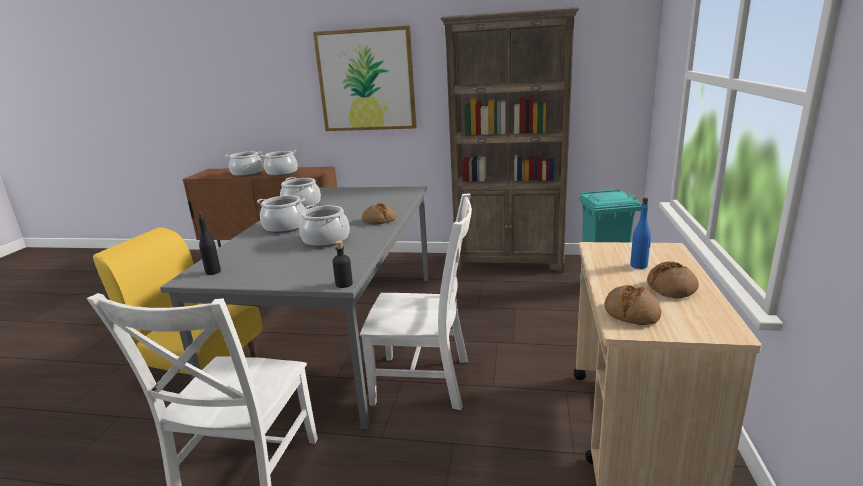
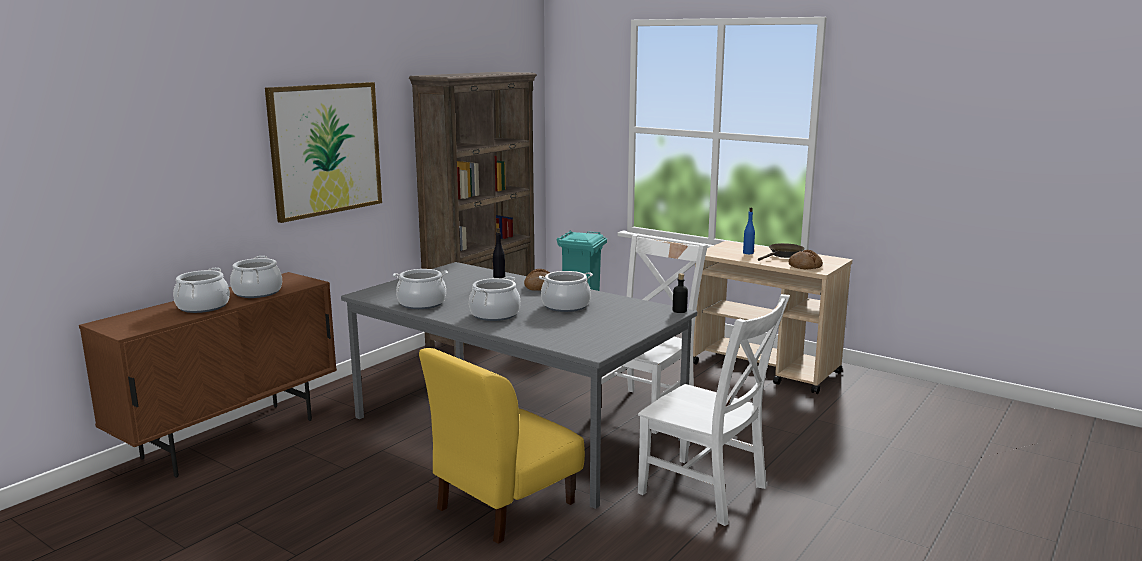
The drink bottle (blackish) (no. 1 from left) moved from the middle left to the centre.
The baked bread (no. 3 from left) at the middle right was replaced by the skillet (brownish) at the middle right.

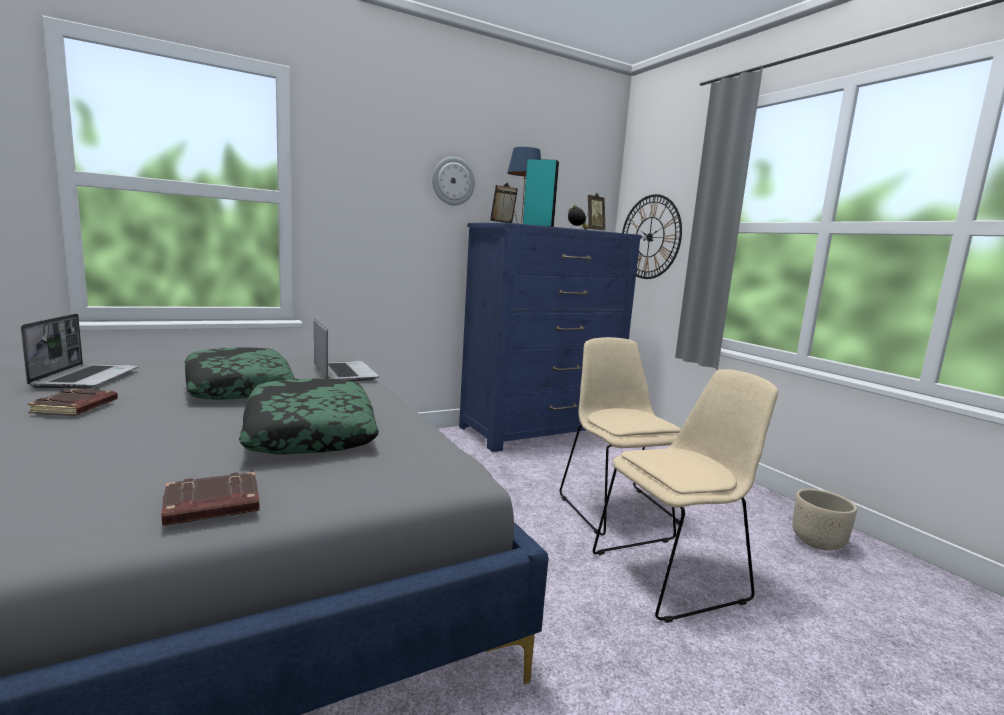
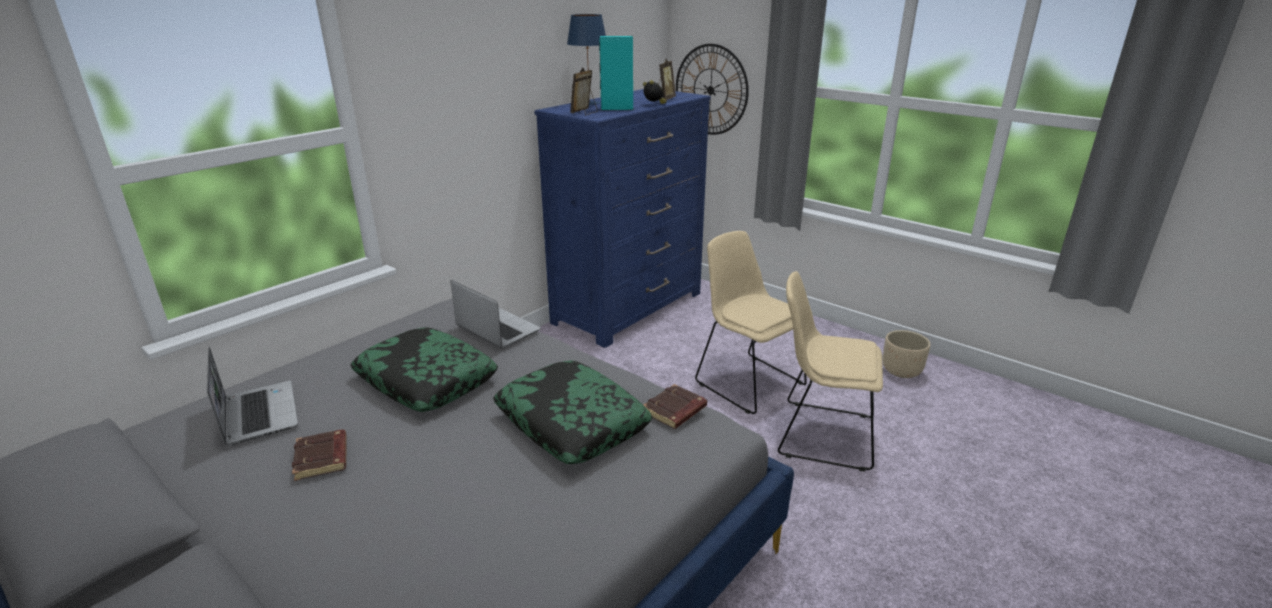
The hanging clock (no. 1 from left) at the top centre disappeared.
The bound book (brownish) (no. 2 from left) moved from the bottom left to the bottom centre.
The upright chair (beige-coloured) (no. 2 from left) at the bottom right turned 120 degrees counterclockwise.

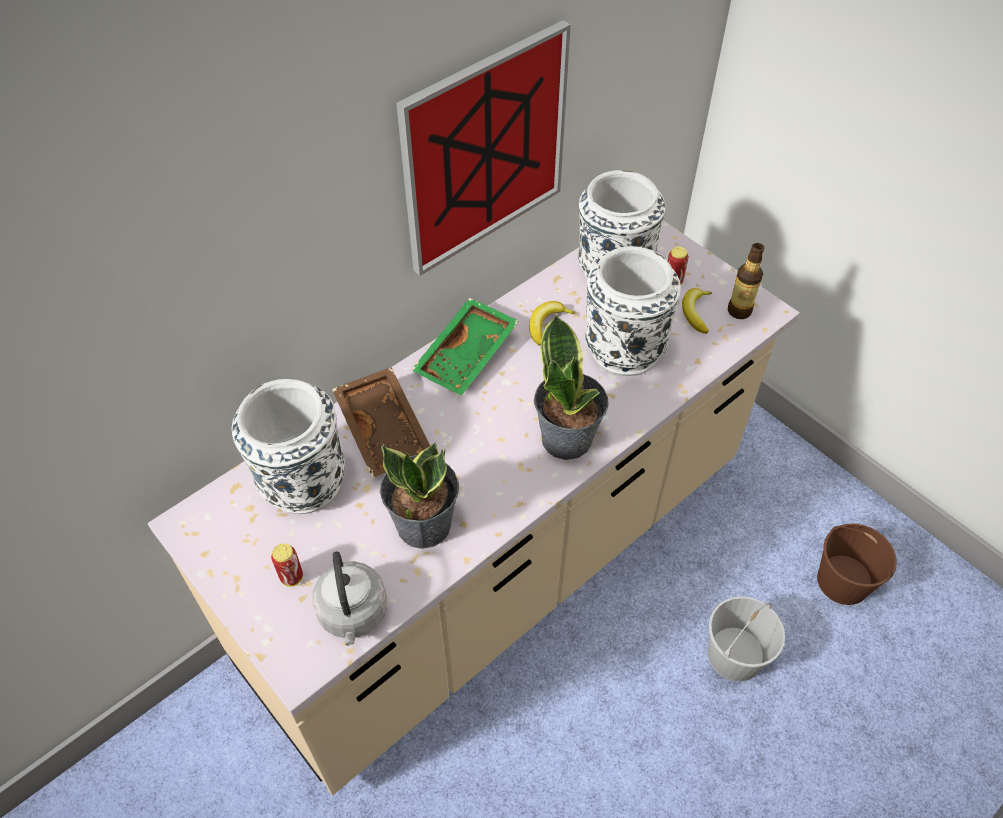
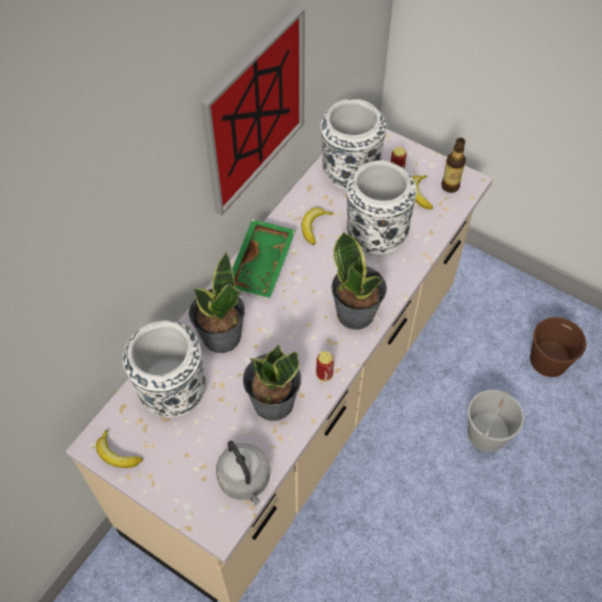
The banana fruit (no. 1 from left) at the bottom left appeared.
The can (no. 1 from left) moved from the bottom left to the centre.
The serving tray (brownish) at the centre was replaced by the houseplant (no. 1 from left) at the centre.

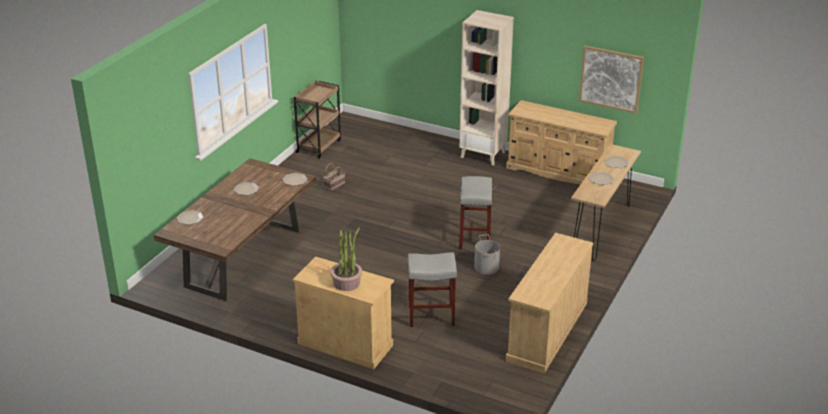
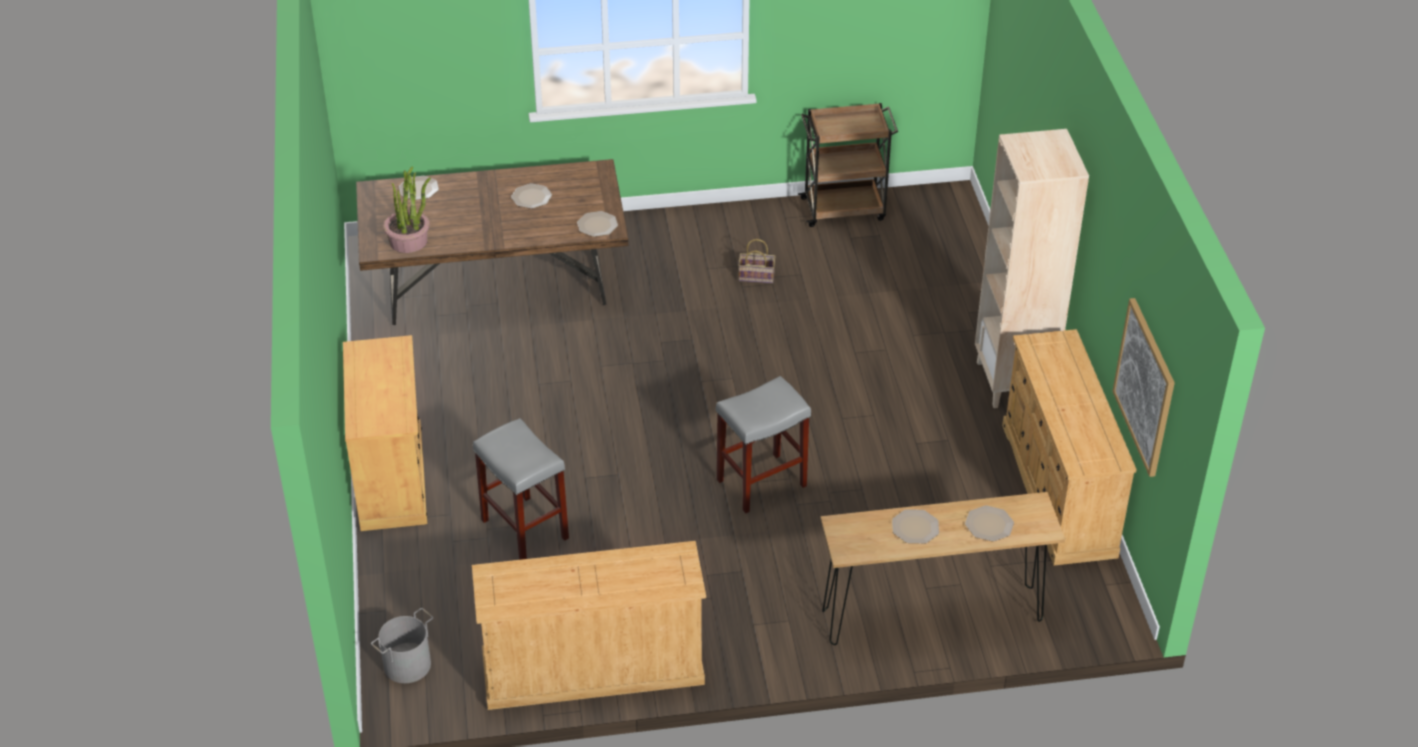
The houseplant moved from the centre to the top left.
The water bucket (greyish) moved from the centre to the bottom left.

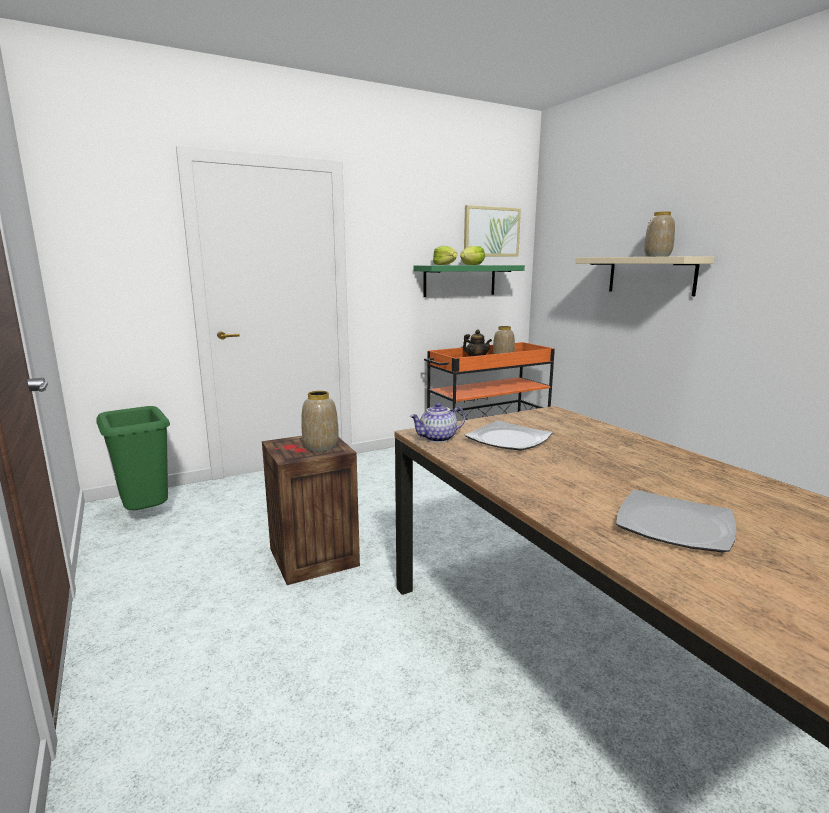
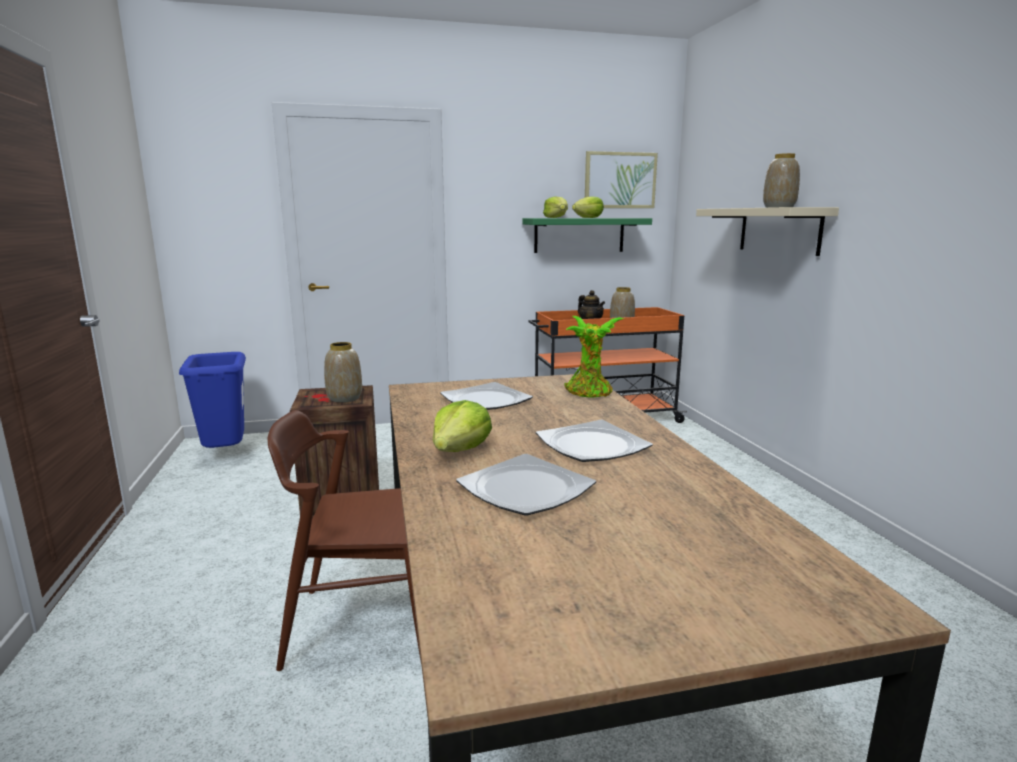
The teapot (no. 1 from left) at the centre disappeared.
The upright chair (brownish) at the bottom centre appeared.
The lettuce head (no. 1 from left) at the centre appeared.
The plate (no. 3 from left) at the centre appeared.
The houseplant at the centre appeared.
The trash can (greenish) at the middle left became the trash can (blue-coloured) at the middle left.

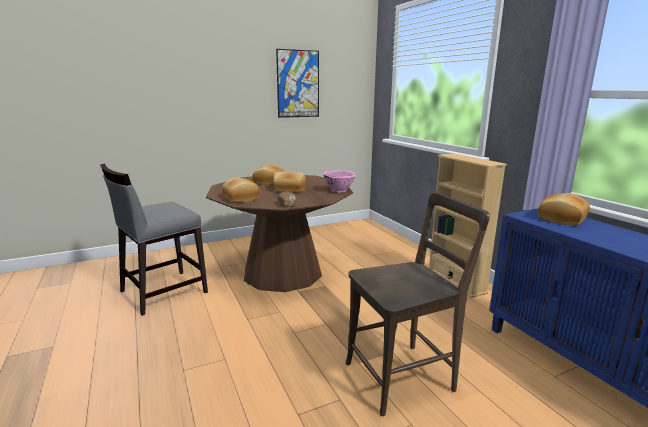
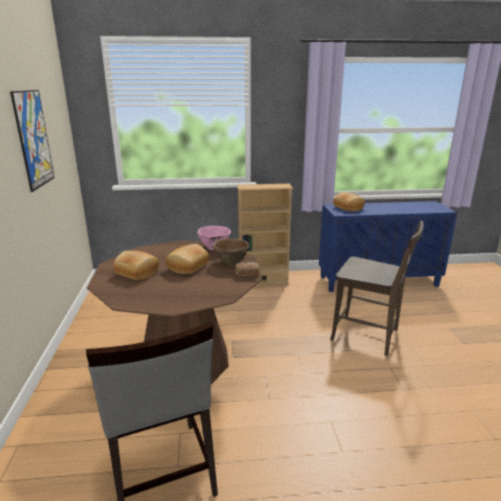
The baked bread (no. 1 from left) at the centre disappeared.
The deep dish (brownish) at the centre appeared.
The upright chair (brownish) at the bottom centre turned 120 degrees clockwise.

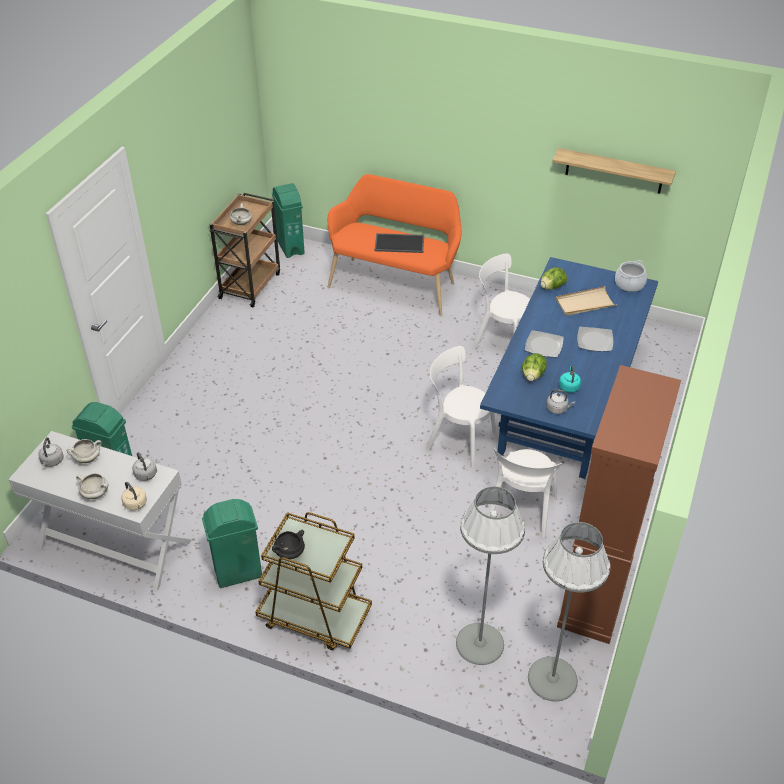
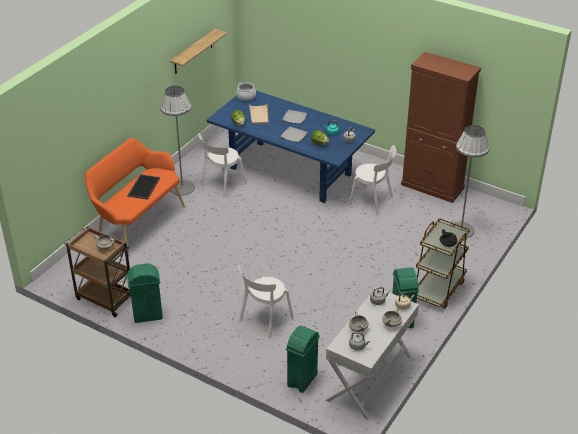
The trash can (greenish) (no. 3 from left in the first image) moved from the top centre to the bottom left.
The upright chair (whitish) (no. 1 from left in the first image) moved from the centre to the bottom centre.
The standard lamp (greyish) (no. 2 from left in the first image) moved from the bottom right to the top left.

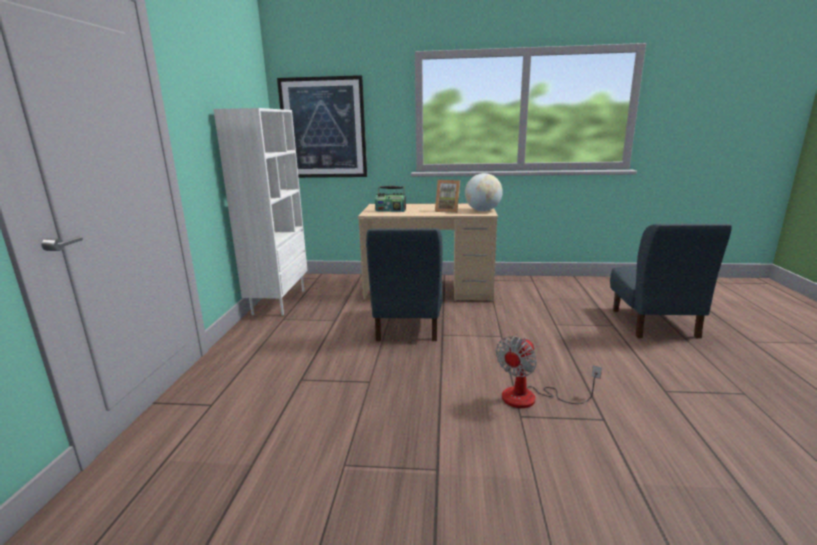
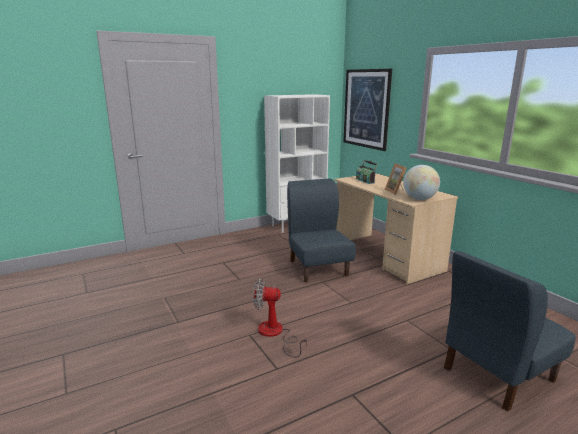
The upright chair (blue-coloured) (no. 1 from left) at the centre turned 105 degrees clockwise.

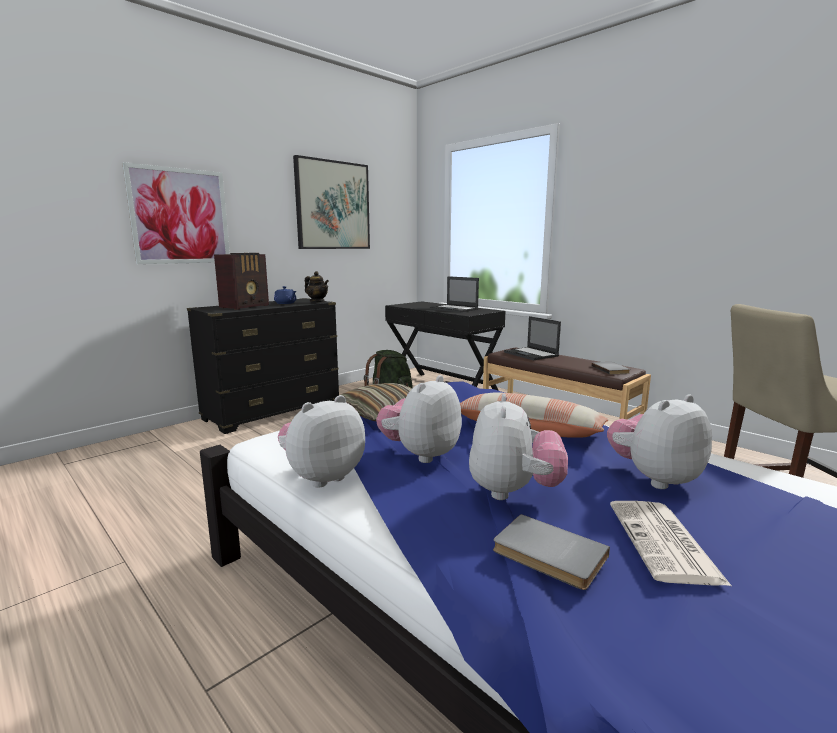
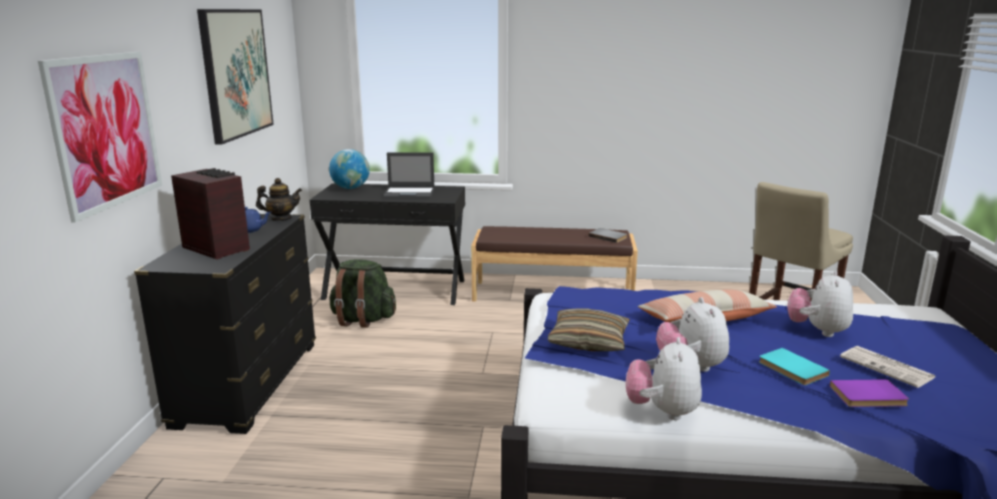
The portable computer (no. 2 from left) at the centre disappeared.
The world globe at the centre appeared.
The soft toy (no. 3 from left) at the centre was replaced by the bound book (turquoise-coloured) at the bottom right.
The bound book (greyish) (no. 1 from left) at the bottom centre became the bound book (purplish) at the bottom right.
The radio receiver at the middle left turned 45 degrees counterclockwise.

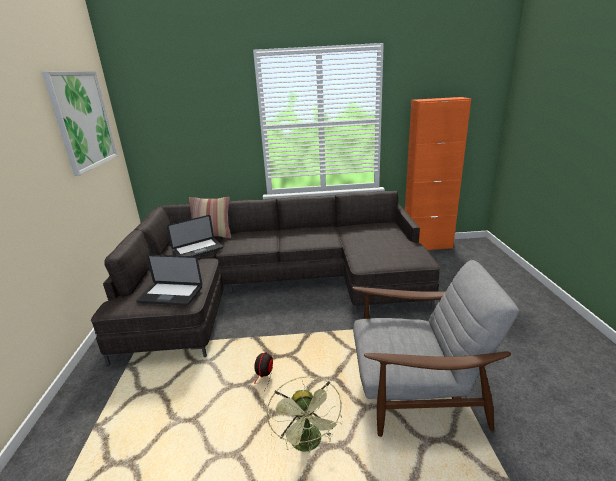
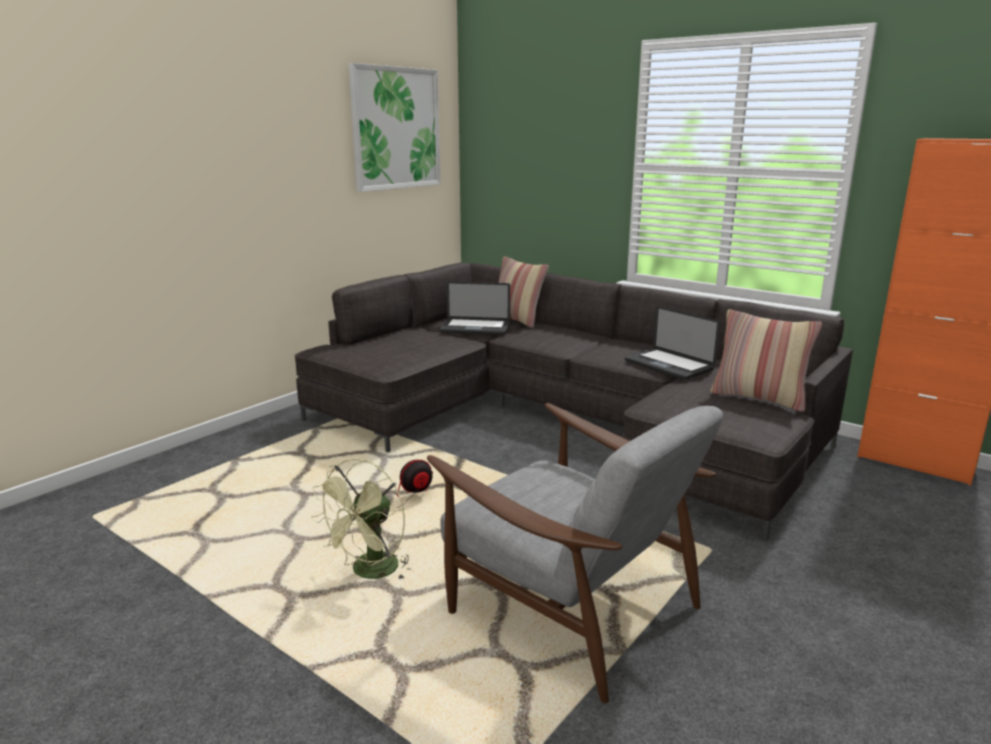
The throw pillow (no. 2 from left) at the middle right appeared.
The portable computer (no. 1 from left in the first image) moved from the middle left to the middle right.

